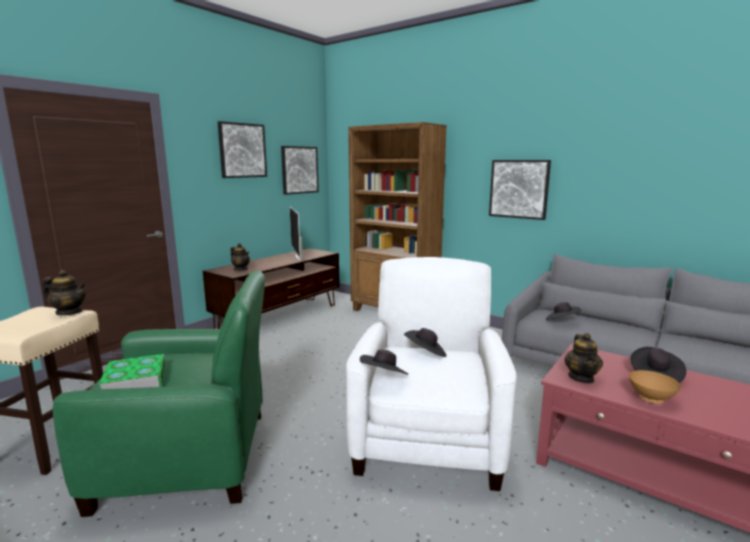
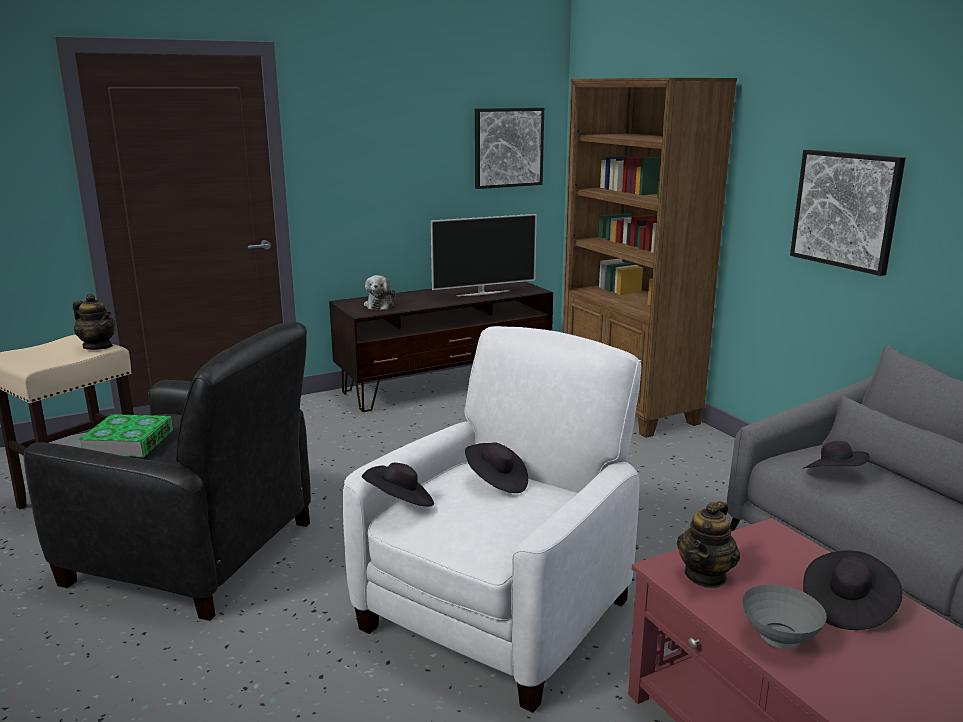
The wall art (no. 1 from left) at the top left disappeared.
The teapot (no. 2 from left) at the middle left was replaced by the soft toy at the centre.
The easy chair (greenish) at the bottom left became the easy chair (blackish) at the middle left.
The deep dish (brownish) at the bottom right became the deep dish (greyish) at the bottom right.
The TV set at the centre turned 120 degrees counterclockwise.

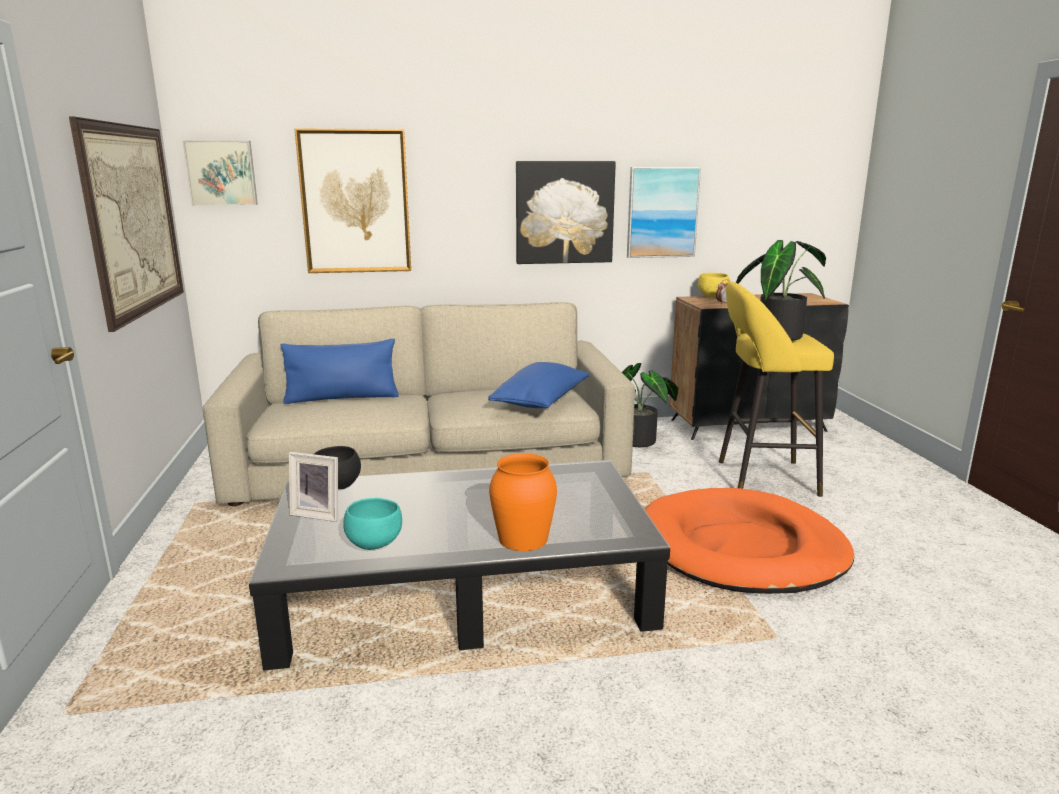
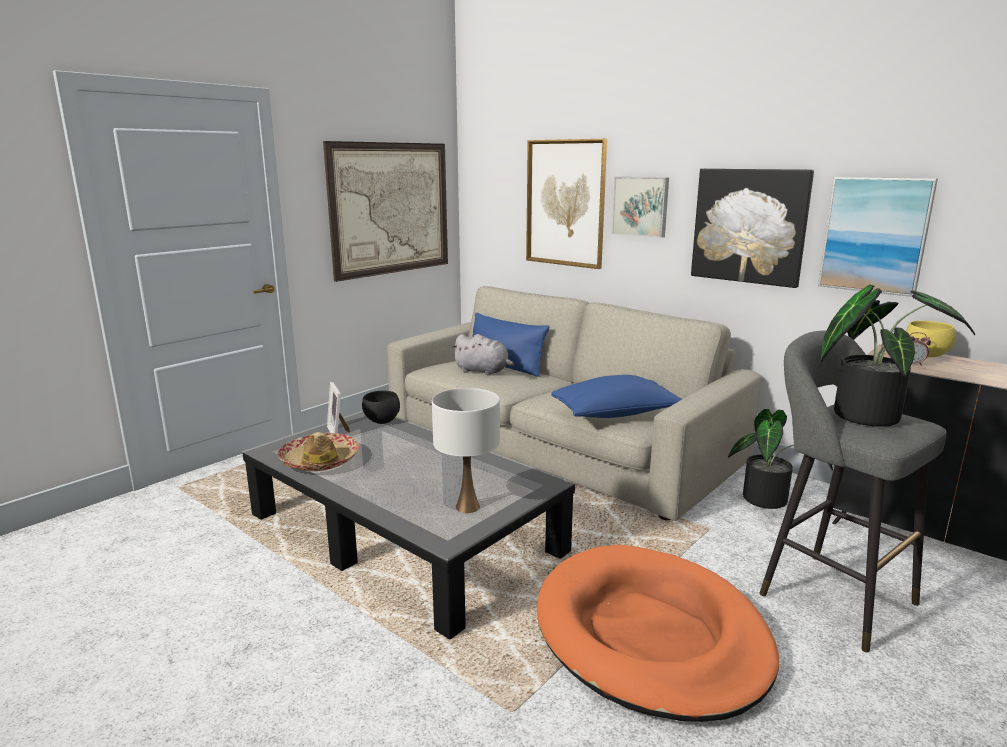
The decorative vase (orangey) at the centre disappeared.
The tabletop lamp (whitish) at the centre appeared.
The soft toy (greyish) at the centre appeared.
The wall art (no. 2 from left in the first image) moved from the top left to the top centre.
The deep dish (turquoise-coloured) at the centre was replaced by the hat at the middle left.
The stool seat (yellow-coloured) at the middle right became the stool seat (greyish) at the middle right.

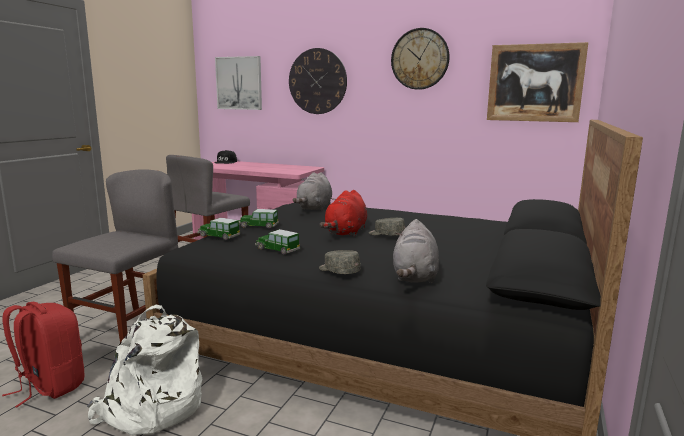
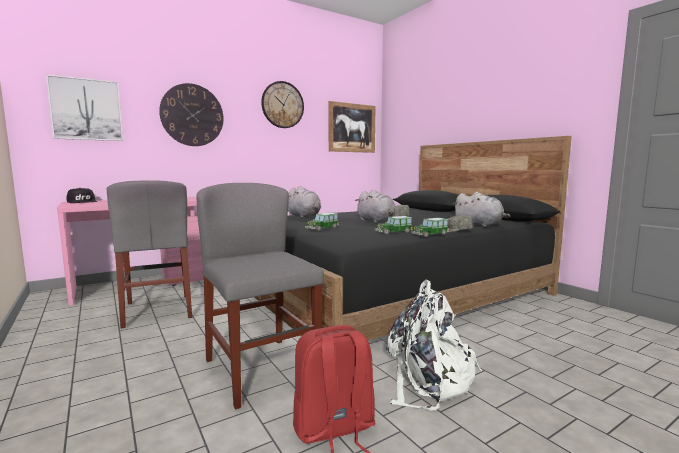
The miniature car (no. 1 from left in the first image) moved from the middle left to the centre.
The soft toy (red) at the centre became the soft toy (greyish) (no. 2 from left) at the centre.

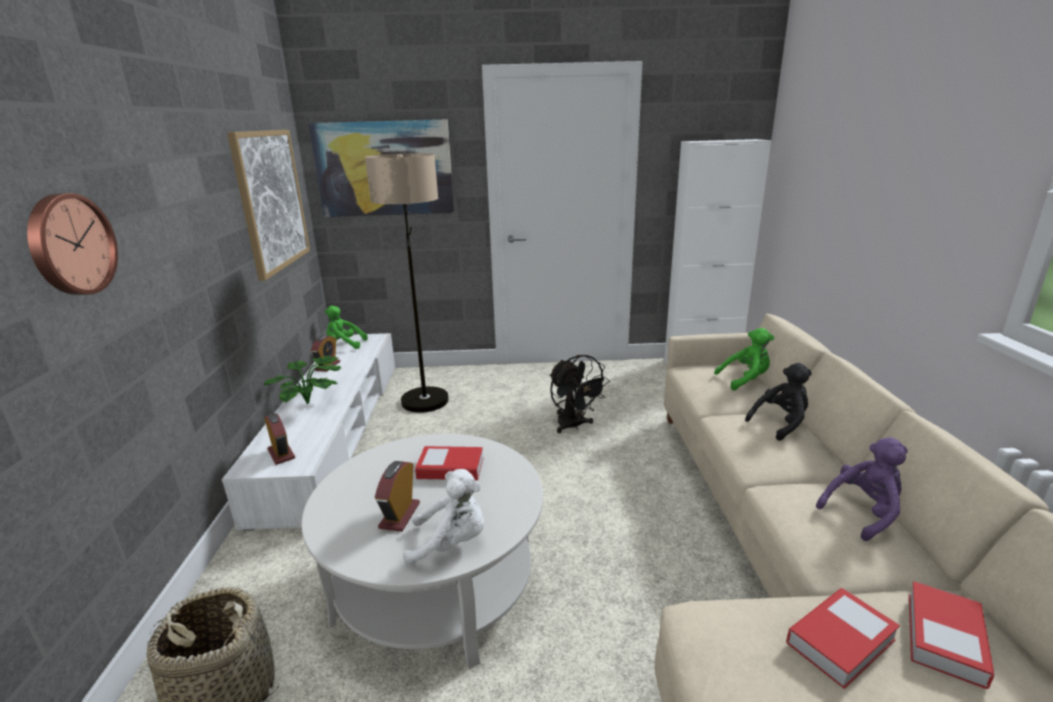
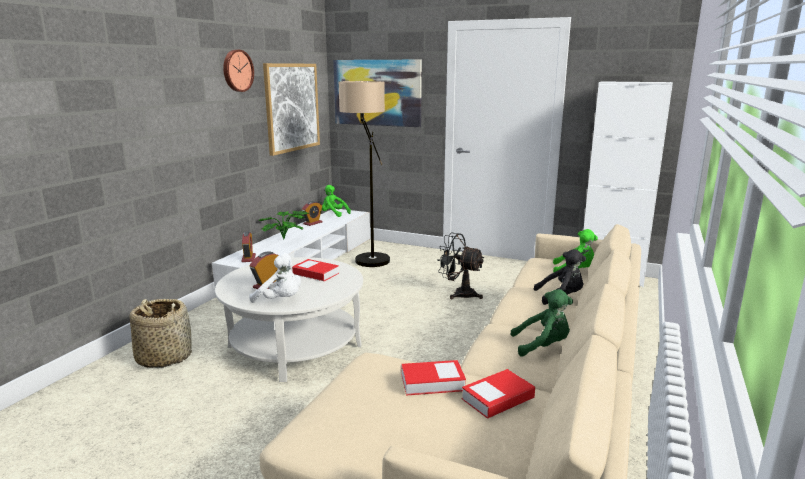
The hanging clock moved from the middle left to the top left.
The soft toy (purplish) at the bottom right became the soft toy (greenish) (no. 2 from left) at the bottom right.
The cooling fan (blackish) at the centre turned 120 degrees clockwise.

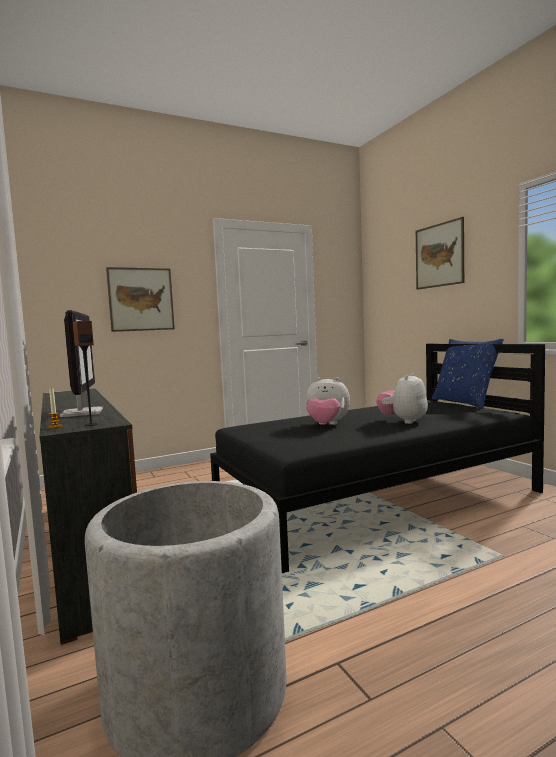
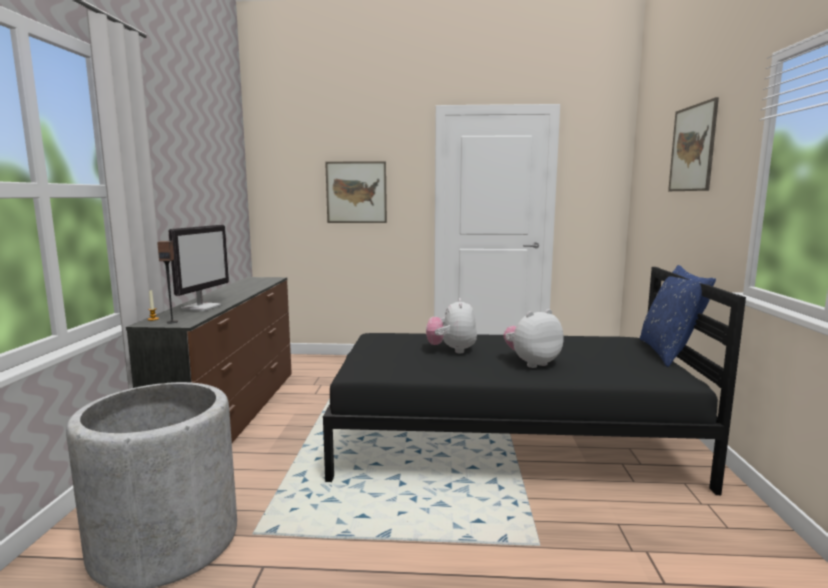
The soft toy (no. 1 from left) at the centre turned 45 degrees clockwise.

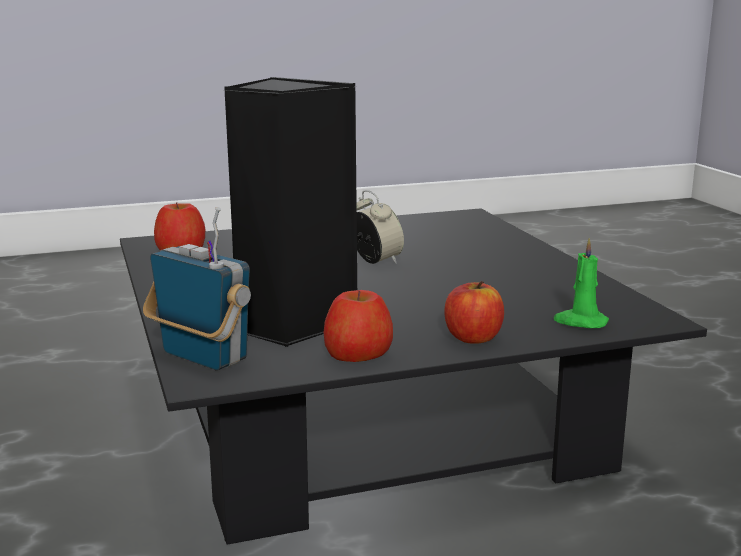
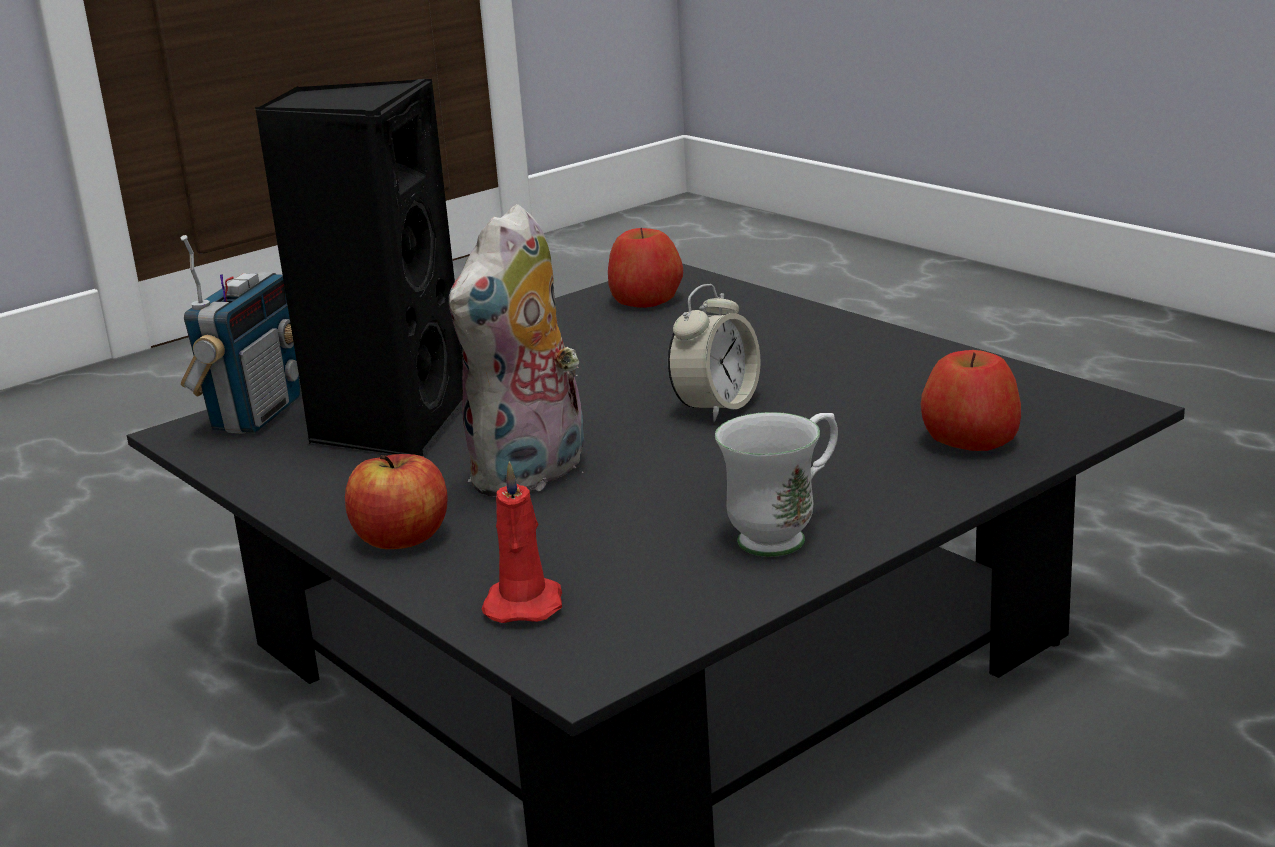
The soft toy at the centre appeared.
The mug (whitish) at the centre appeared.
The apple (no. 2 from left in the first image) moved from the centre to the middle right.
The candle (greenish) at the middle right became the candle (red) at the centre.

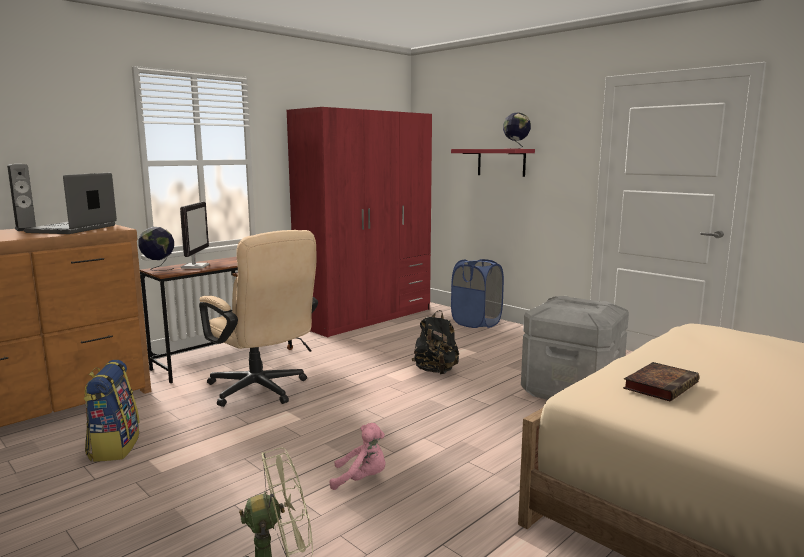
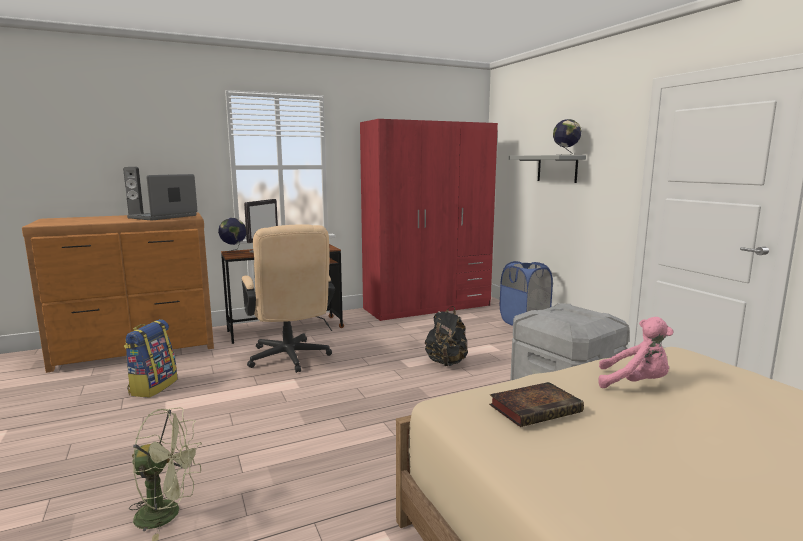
The soft toy (pink) moved from the bottom centre to the middle right.
The wall shelf (red) at the top centre became the wall shelf (greyish) at the top right.

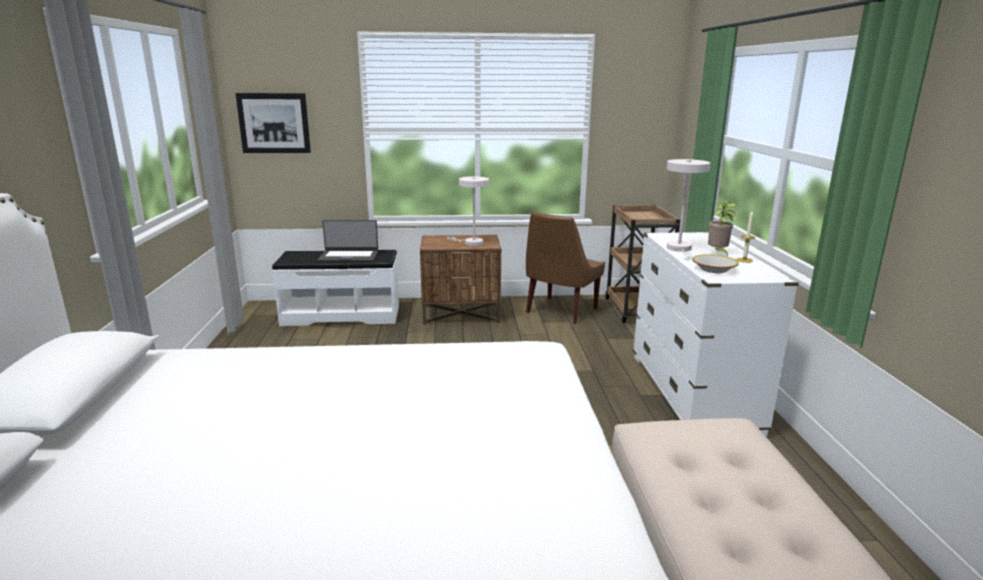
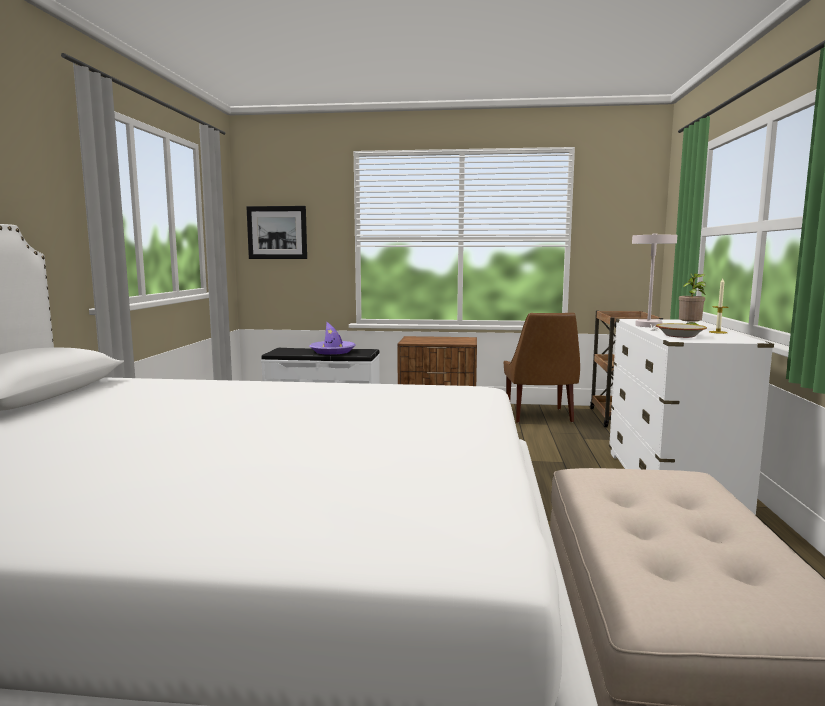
The tabletop lamp (whitish) (no. 1 from left) at the centre disappeared.
The portable computer at the centre was replaced by the hat (purplish) at the centre.
The upright chair (brownish) at the centre turned 45 degrees counterclockwise.

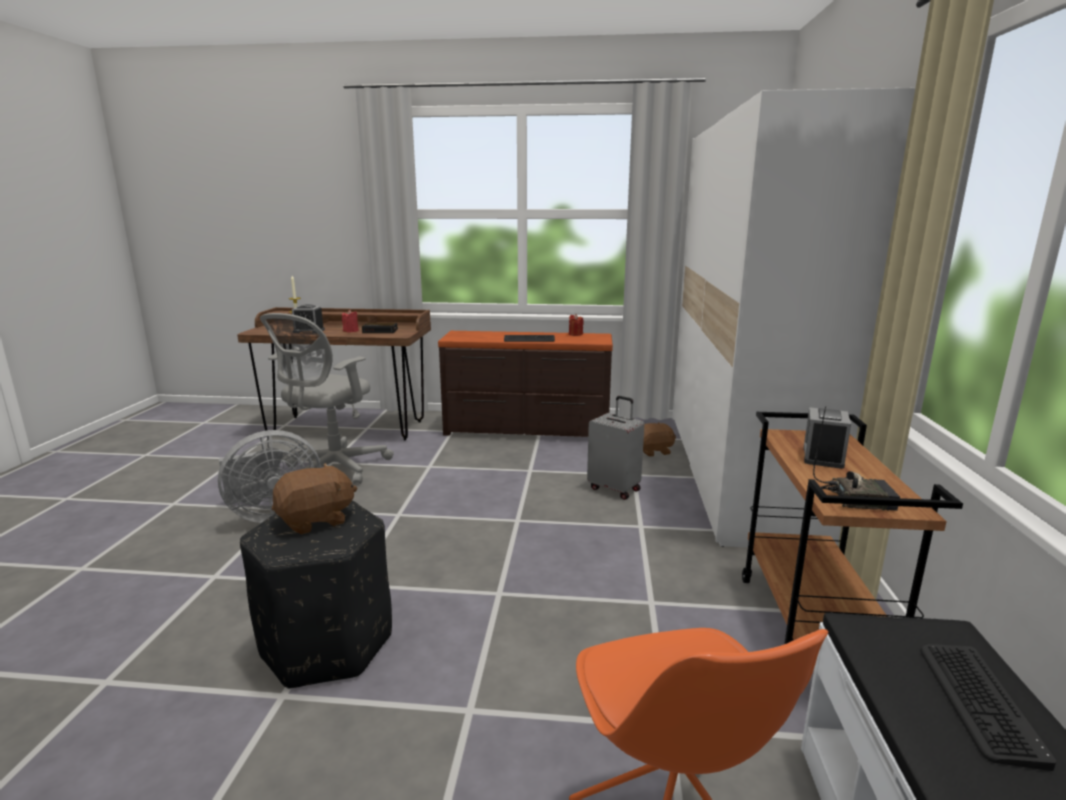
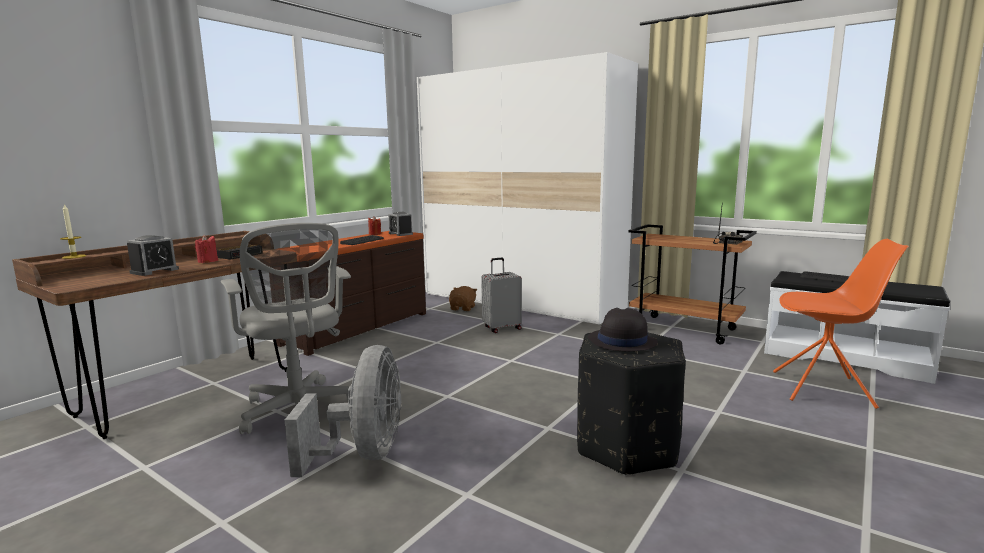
The table clock (no. 3 from left) moved from the middle right to the centre.
The soft toy (brownish) (no. 1 from left) at the middle left was replaced by the hat (blackish) at the centre.

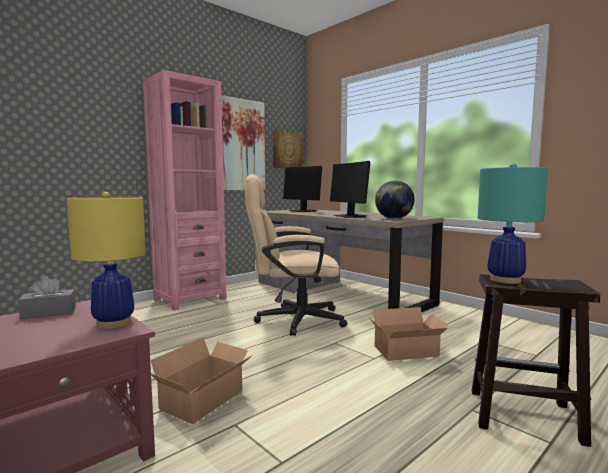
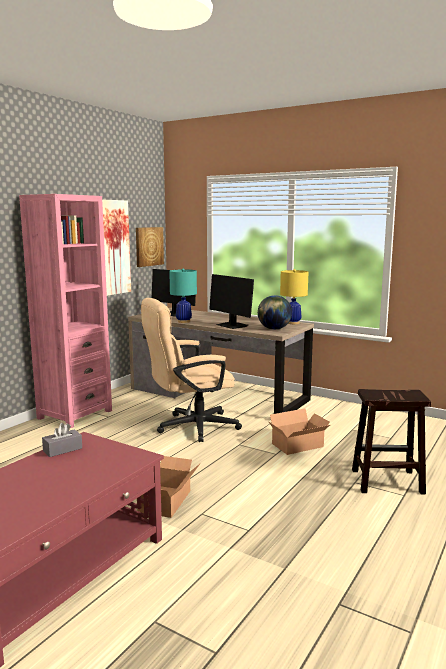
The tabletop lamp (yellow-coloured) moved from the middle left to the centre.
The tabletop lamp (turquoise-coloured) moved from the middle right to the centre.

